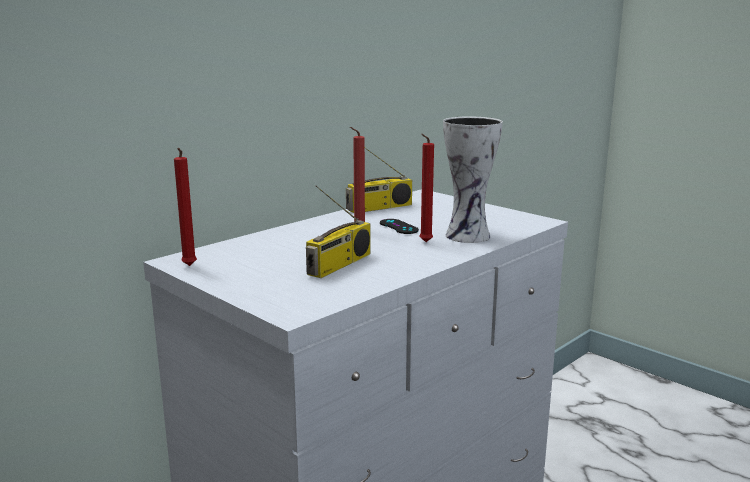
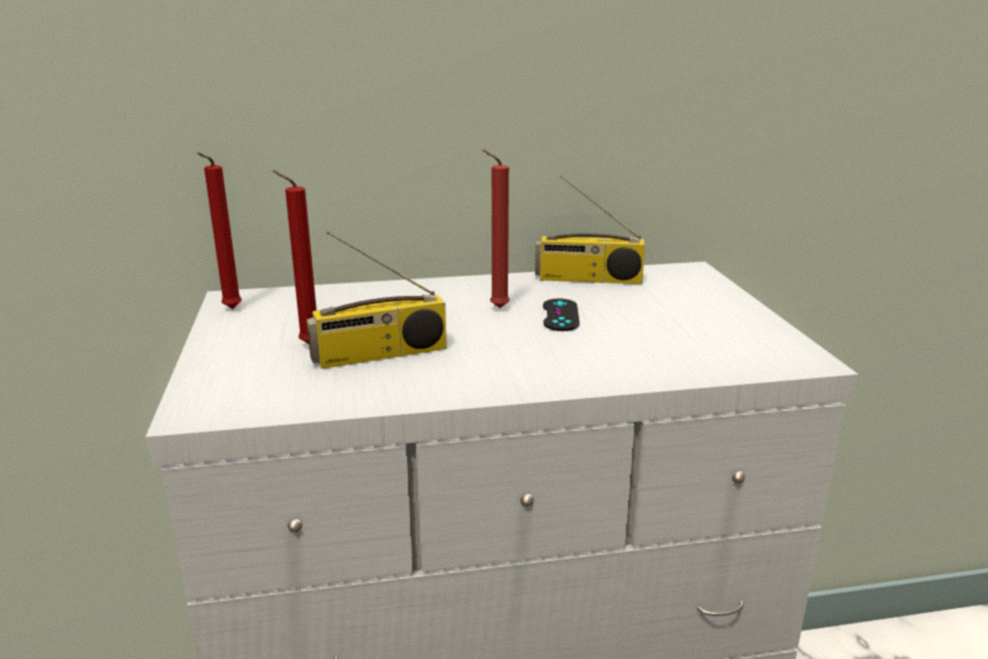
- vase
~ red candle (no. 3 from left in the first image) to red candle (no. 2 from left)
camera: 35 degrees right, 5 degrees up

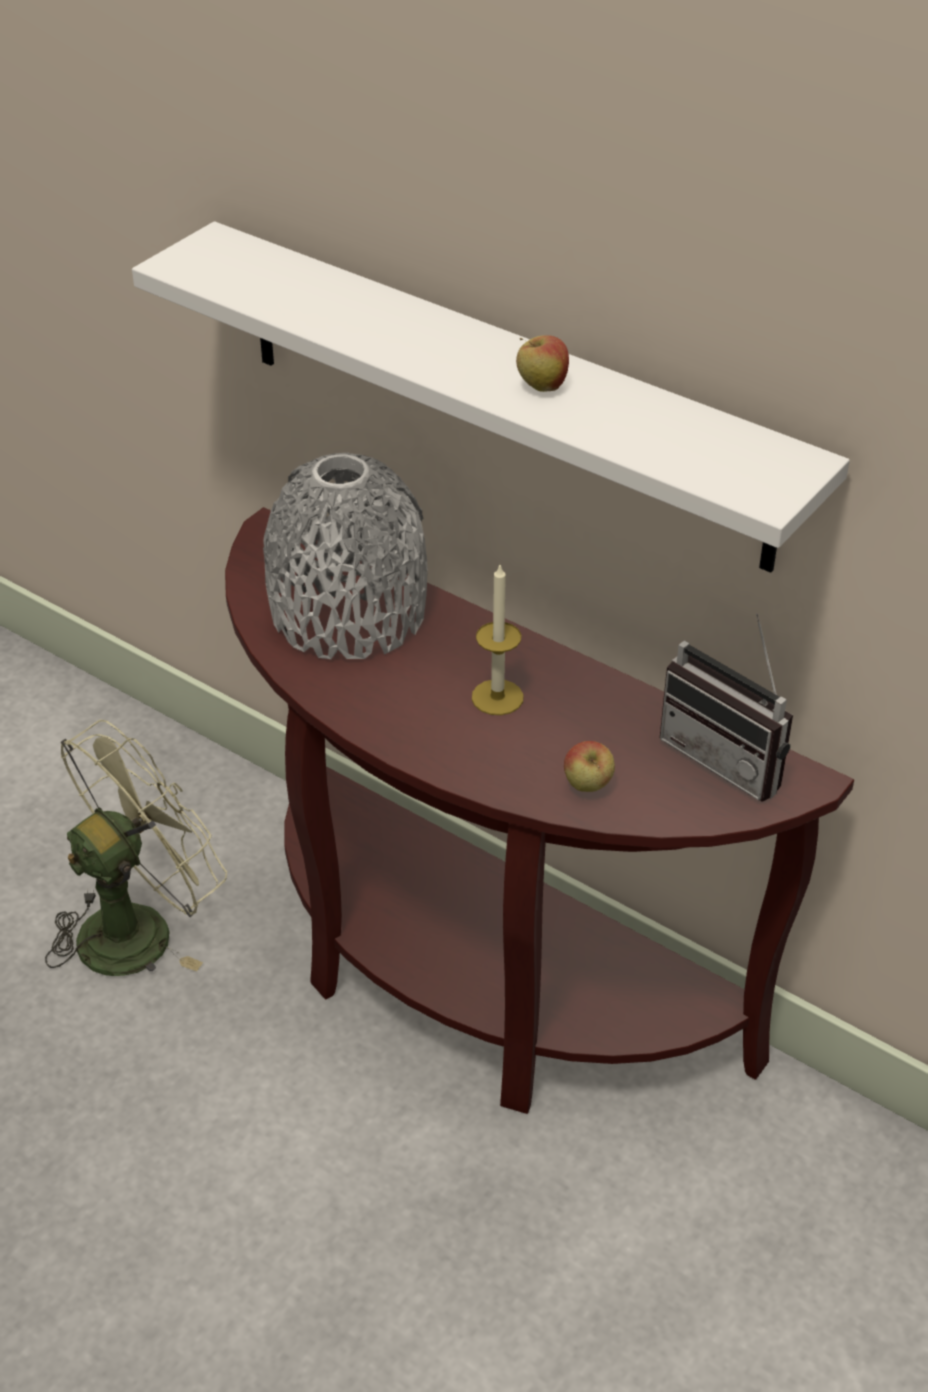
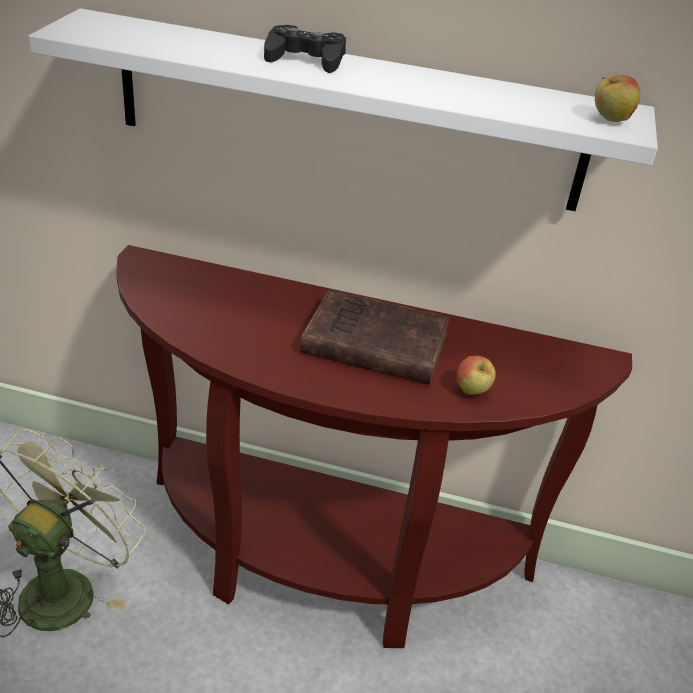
- gray vase
- radio set
+ black-coloured game controller
~ apple (no. 1 from left in the first image) to apple (no. 2 from left)
~ candle to brown-coloured book
camera: 25 degrees left, 5 degrees down

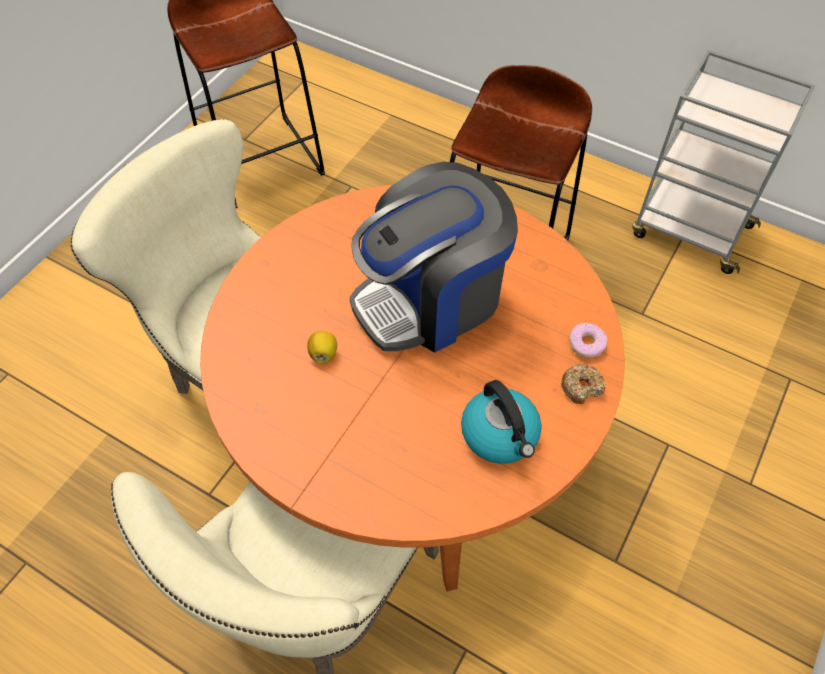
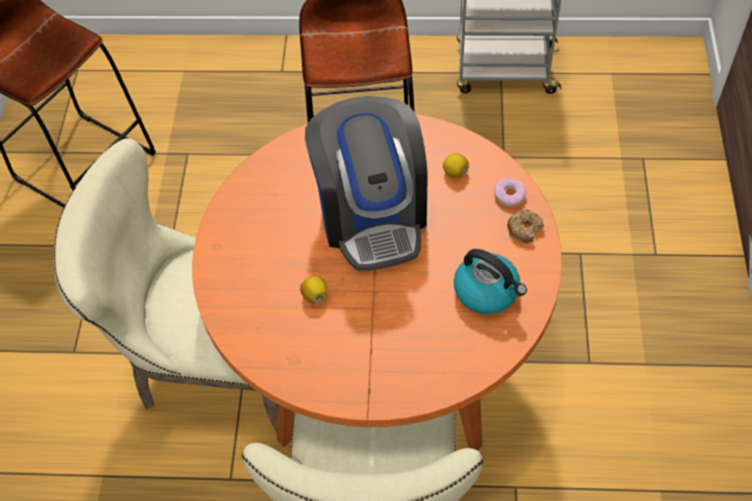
+ citrus fruit (no. 2 from left)
~ coffee brewer 45 degrees counterclockwise
camera: 25 degrees left, 0 degrees up

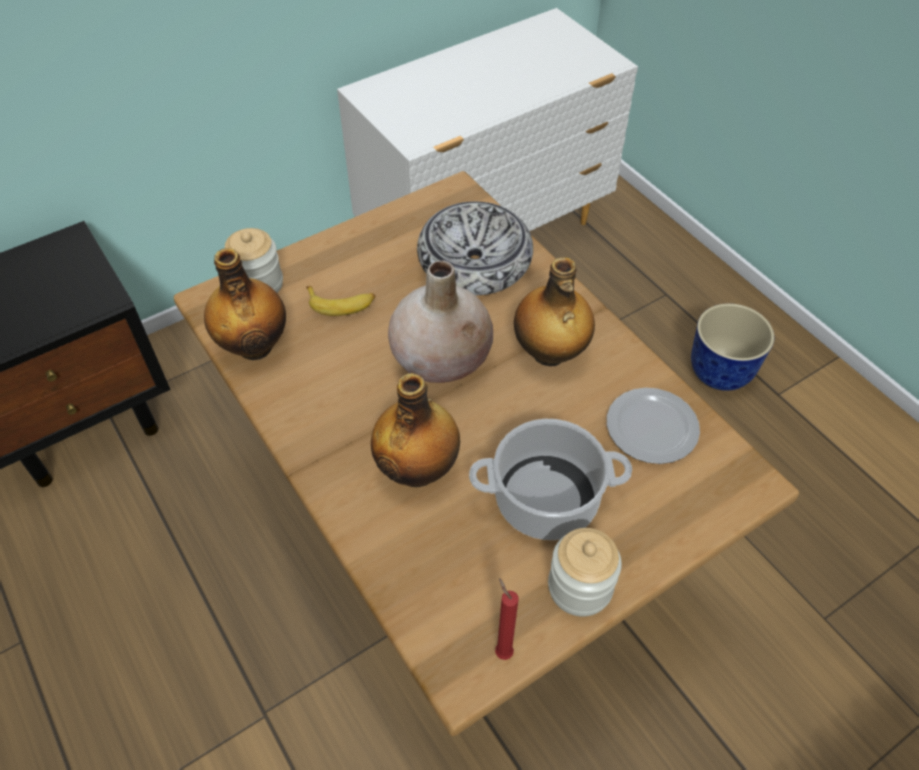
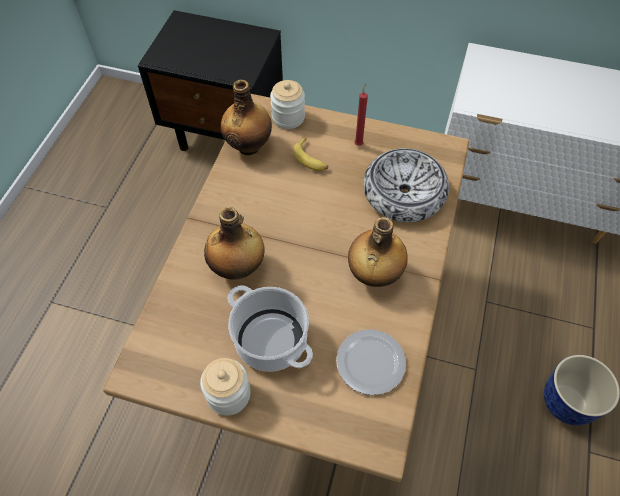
- beige-coloured vase
~ red candle
camera: 50 degrees right, 5 degrees up

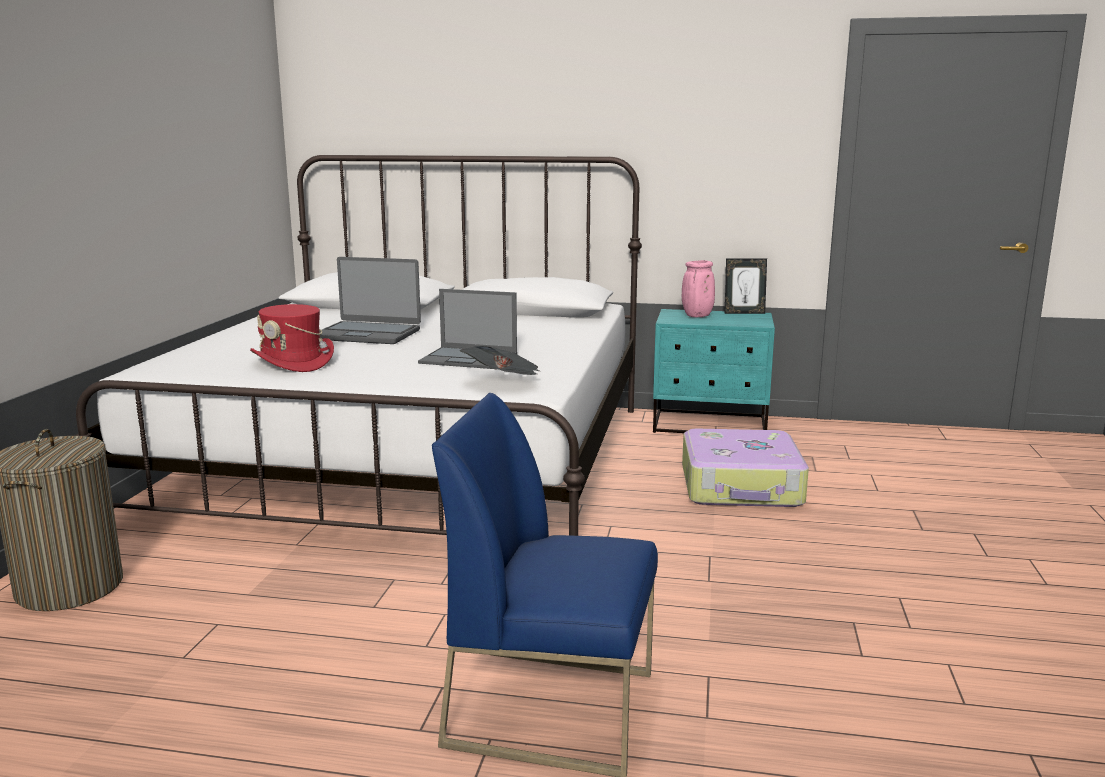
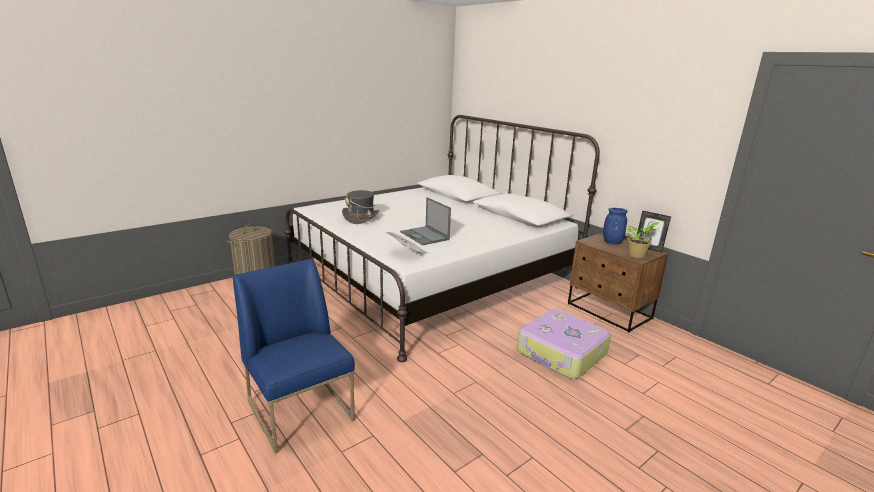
- portable computer (no. 1 from left)
+ houseplant
~ red hat to gray hat
~ turquoise nightstand to brown-coloured nightstand
~ pinkish vase to blue-coloured vase
camera: 40 degrees right, 5 degrees up

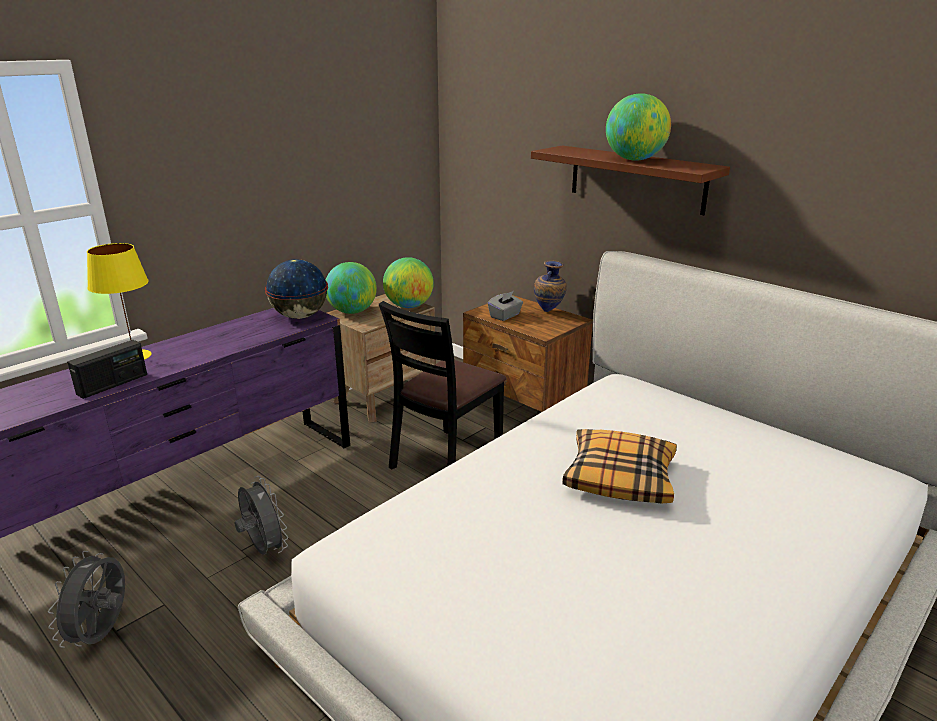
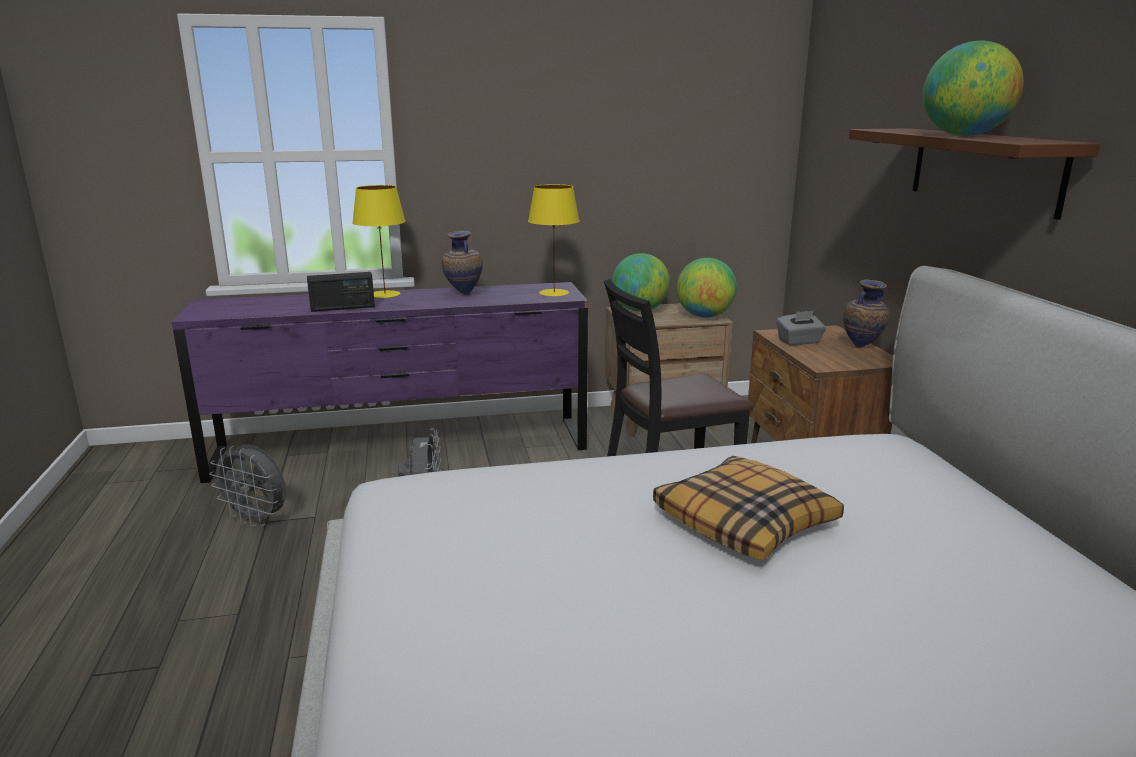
+ vase (no. 1 from left)
~ desk globe (no. 1 from left) to yellow lamp for a table (no. 2 from left)
~ gray cooling fan (no. 1 from left) 105 degrees counterclockwise
camera: 35 degrees right, 5 degrees down

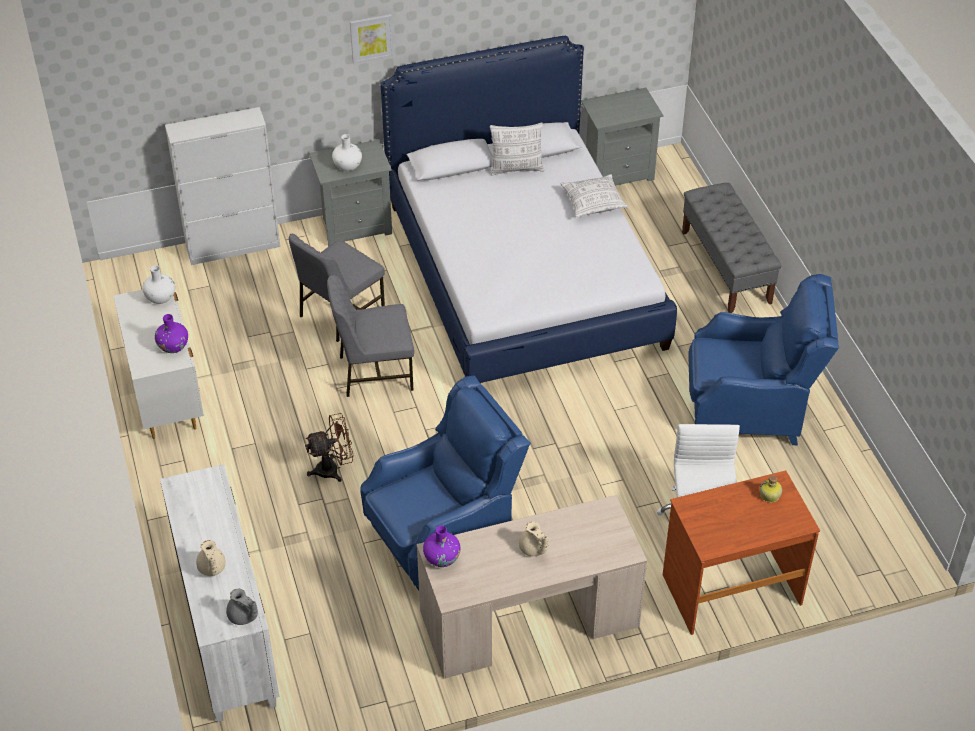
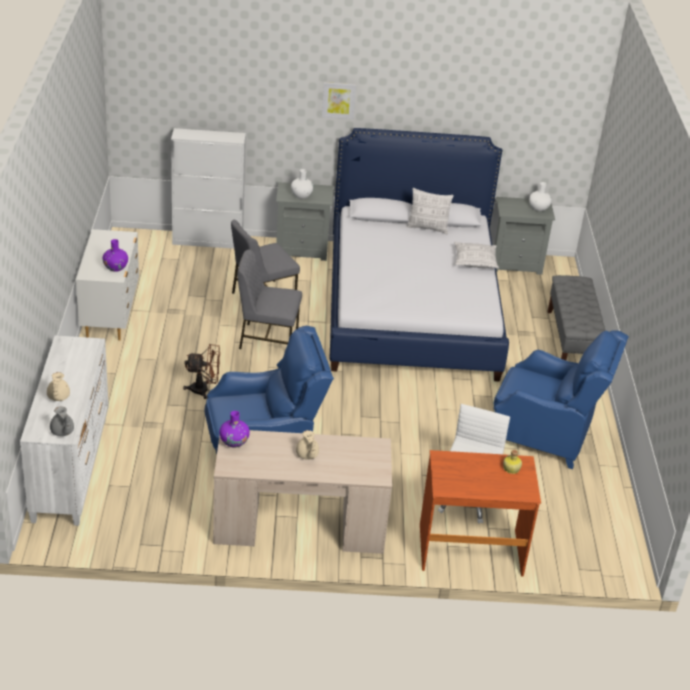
~ white vase (no. 1 from left in the first image) to white vase (no. 2 from left)
camera: 15 degrees right, 10 degrees down

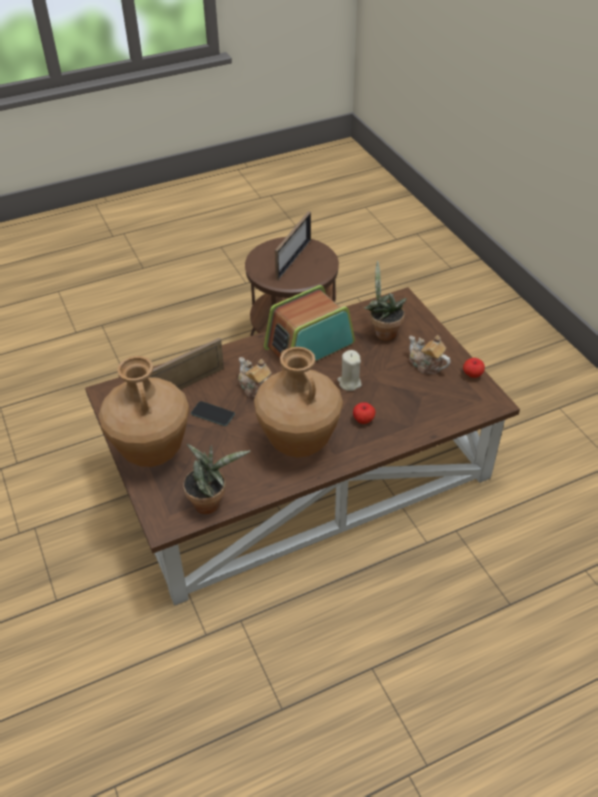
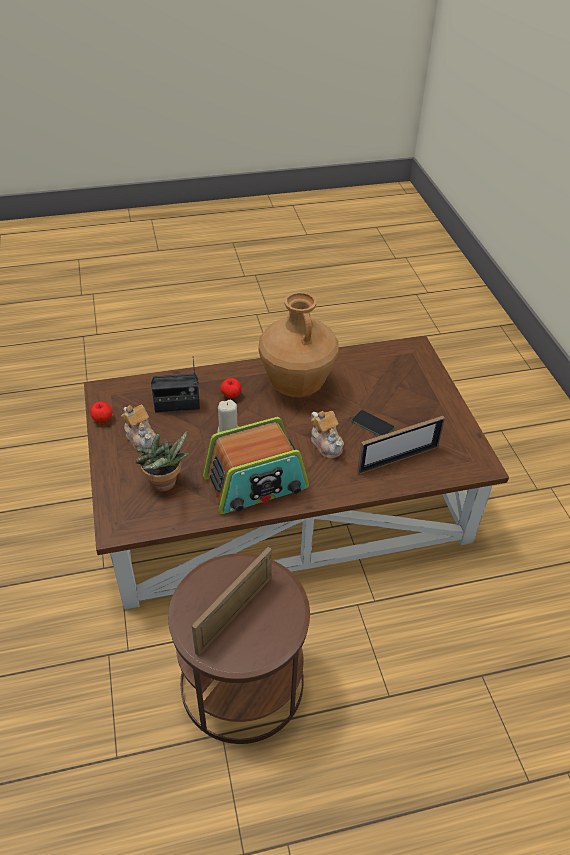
- brown-coloured vase (no. 1 from left)
- houseplant (no. 1 from left)
+ radio set (no. 1 from left)
camera: 170 degrees left, 0 degrees up

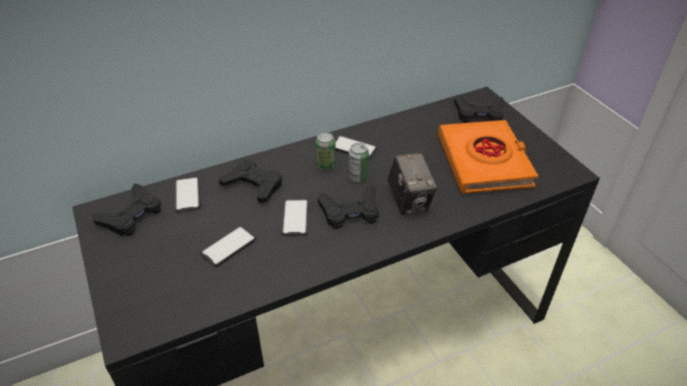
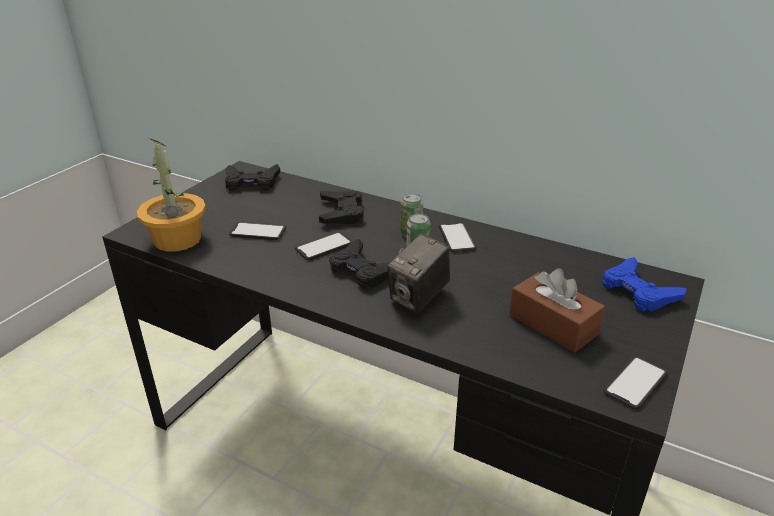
+ houseplant
~ handset (no. 1 from left in the first image) to handset (no. 4 from left)
~ orangey book to brown-coloured tissue holder
~ black-coloured game controller (no. 4 from left) to blue-coloured game controller
camera: 55 degrees right, 10 degrees down

